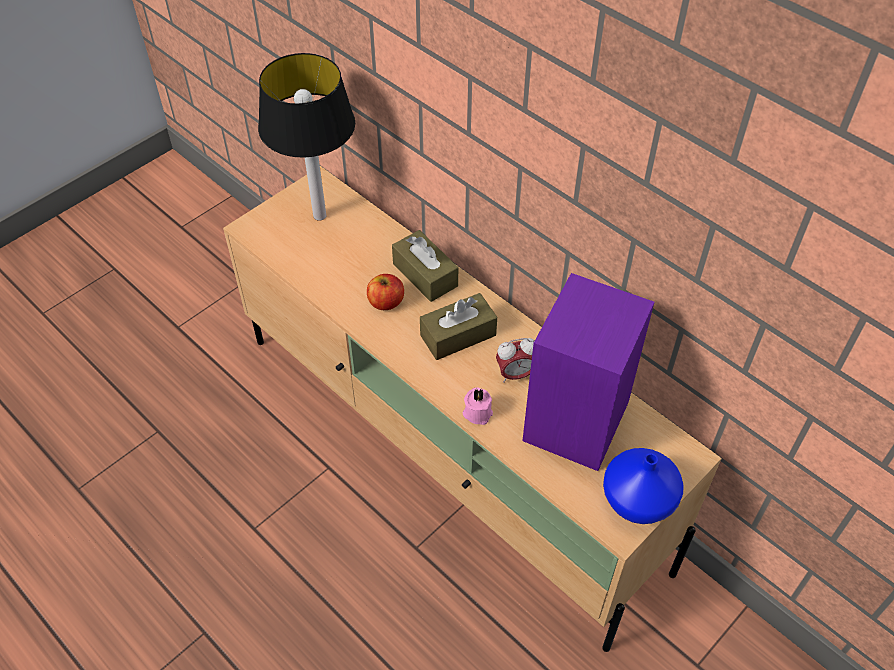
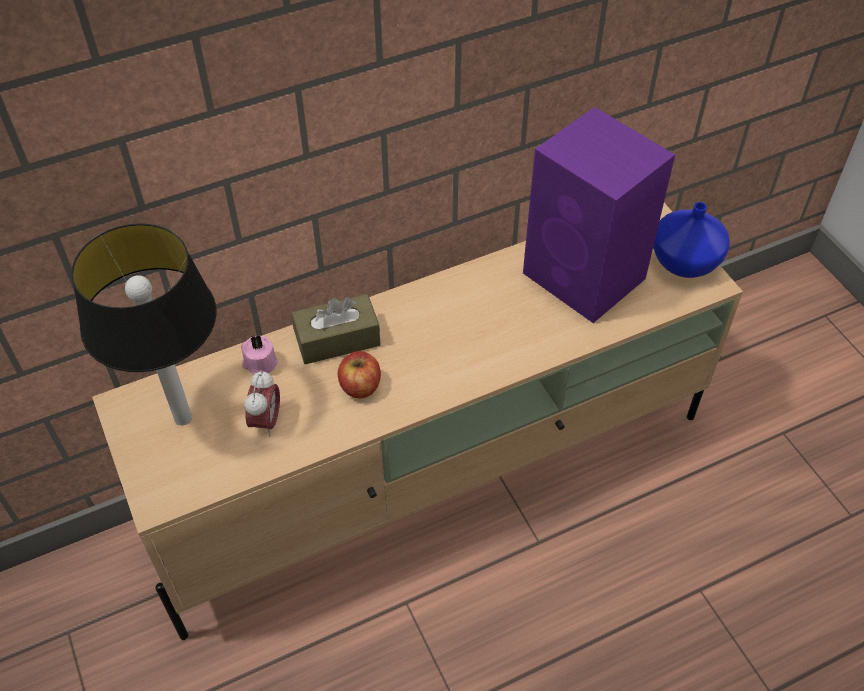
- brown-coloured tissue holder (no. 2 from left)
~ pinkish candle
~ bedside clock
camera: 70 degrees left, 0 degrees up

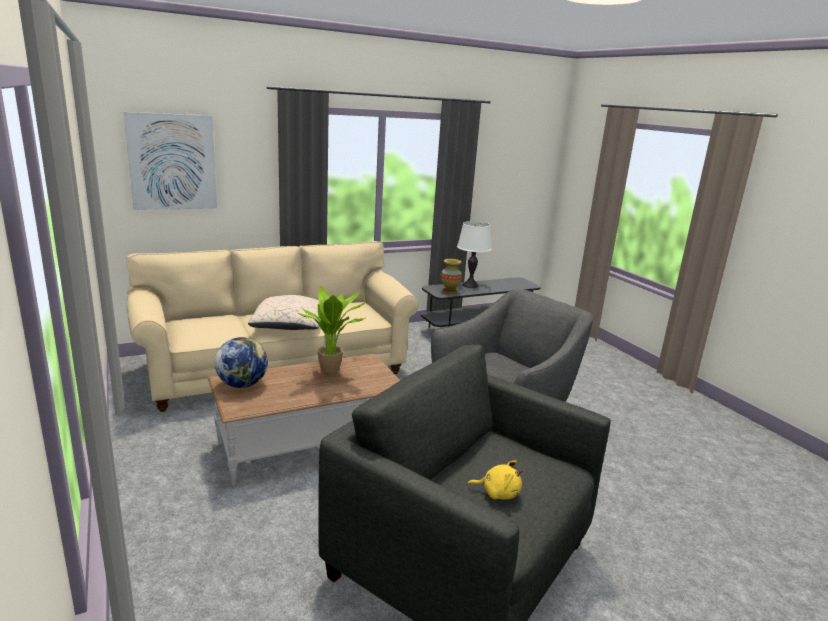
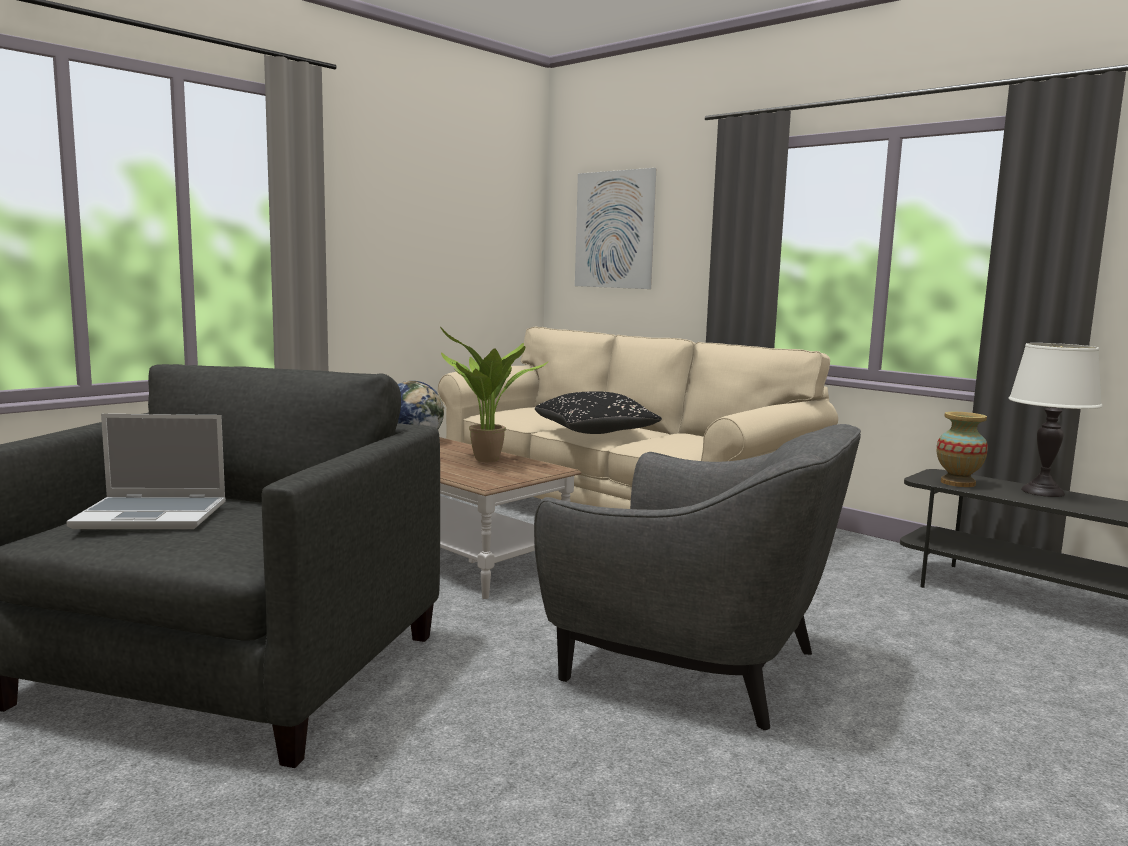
~ yellow soft toy to portable computer
~ beige-coloured cushion to black-coloured cushion
camera: 70 degrees right, 10 degrees down

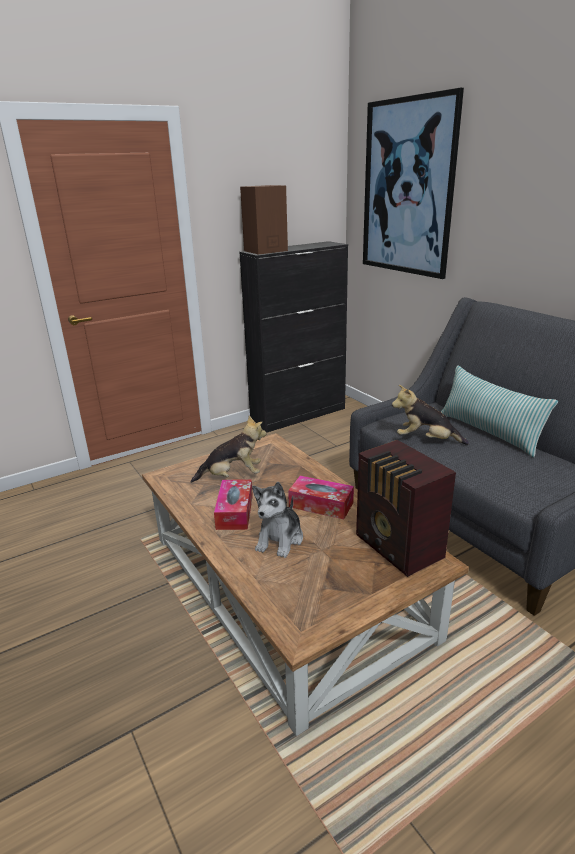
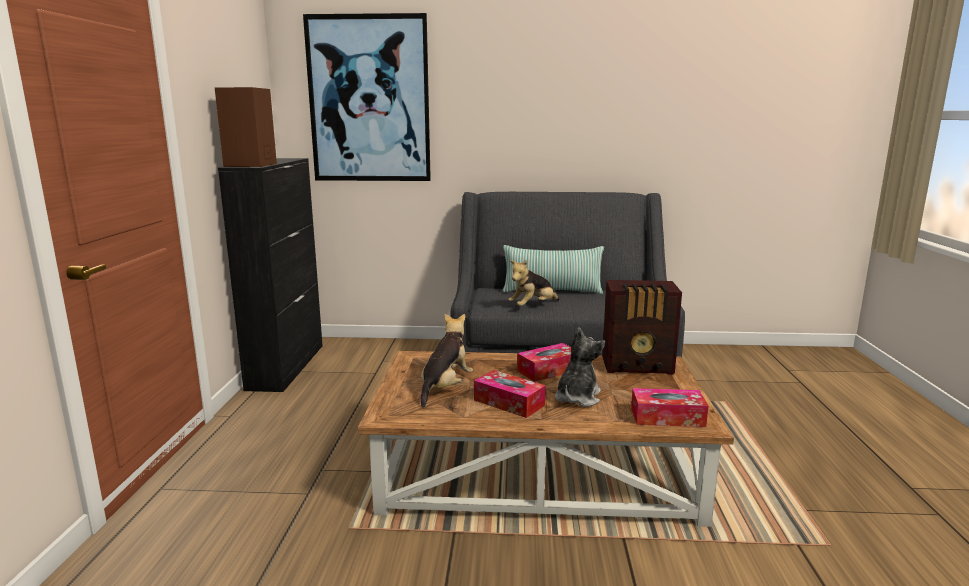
+ tissue holder (no. 3 from left)
~ soft toy (no. 2 from left in the first image) 120 degrees counterclockwise
camera: 55 degrees left, 10 degrees down

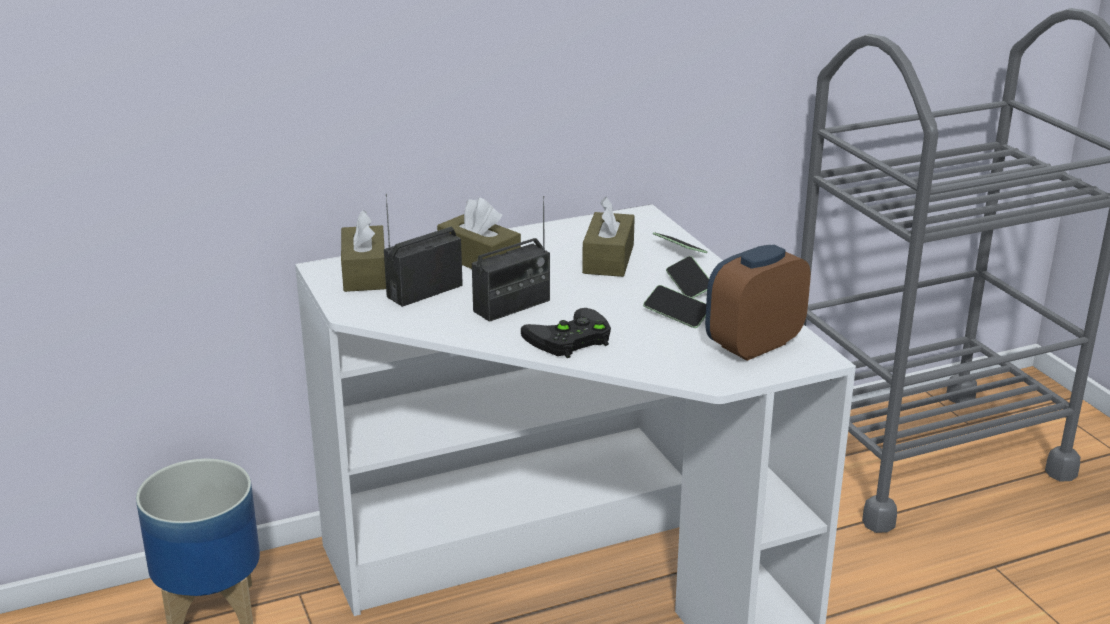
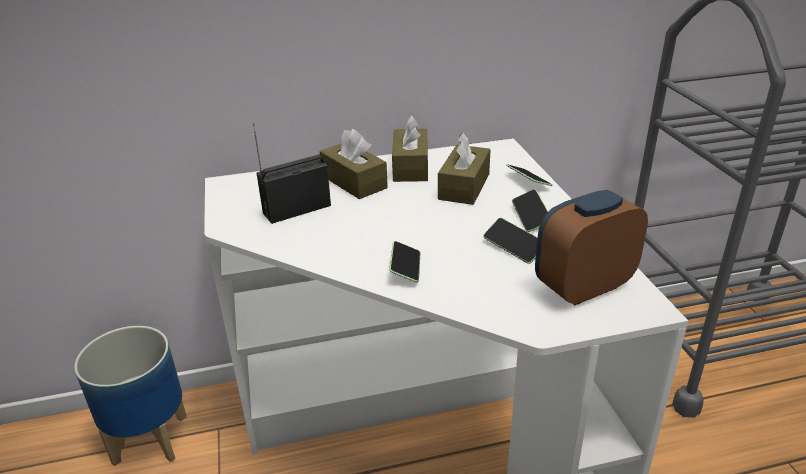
- radio set (no. 2 from left)
~ brown-coloured tissue holder (no. 1 from left in the first image) to brown-coloured tissue holder (no. 2 from left)
~ black-coloured game controller to handset (no. 1 from left)
camera: 10 degrees right, 5 degrees up

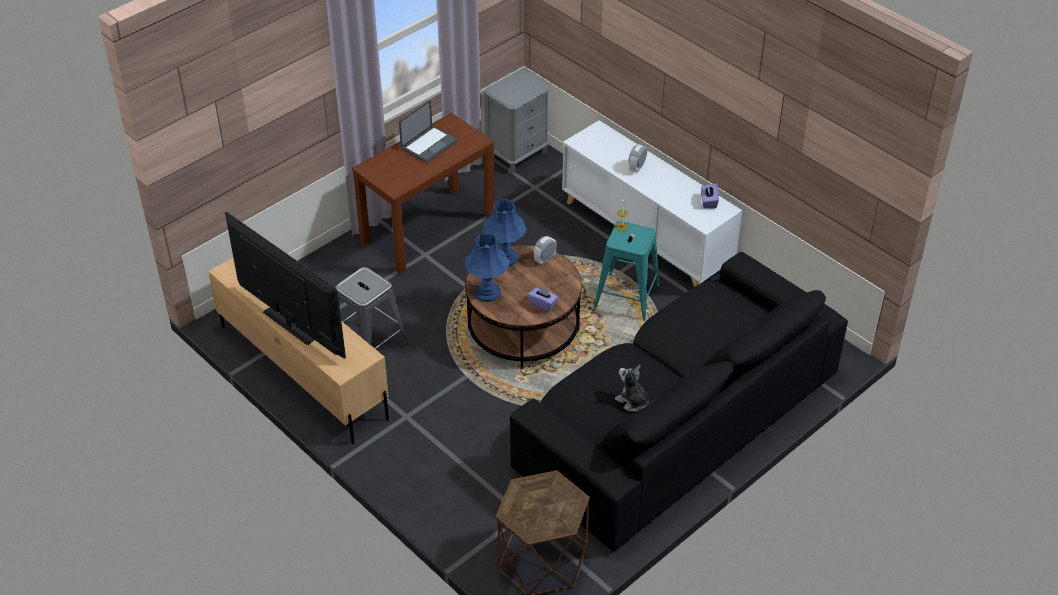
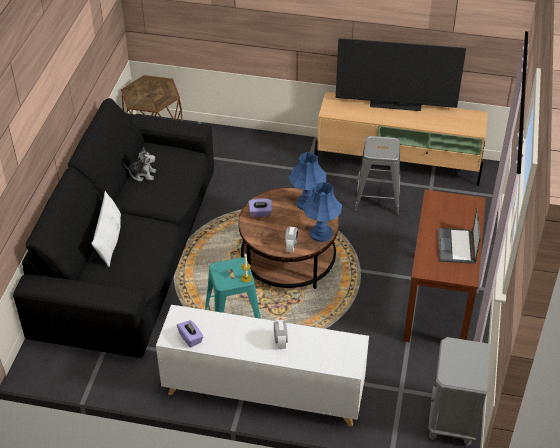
+ white cushion
camera: 145 degrees right, 0 degrees up

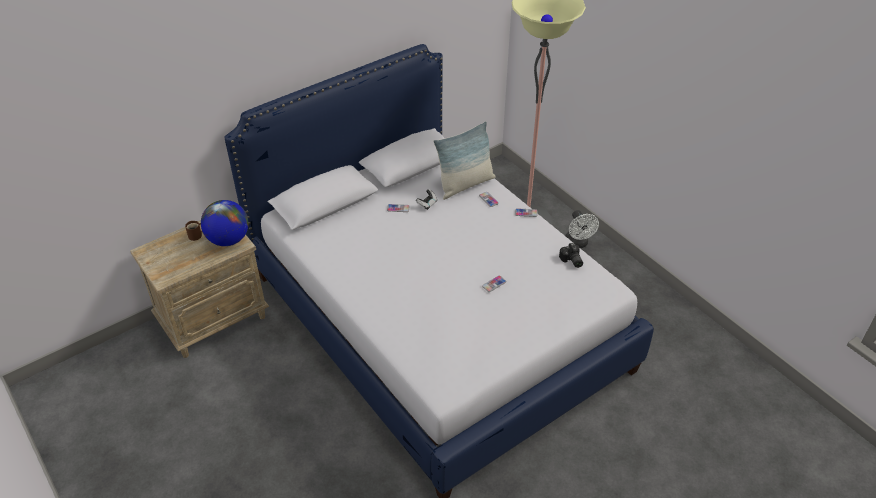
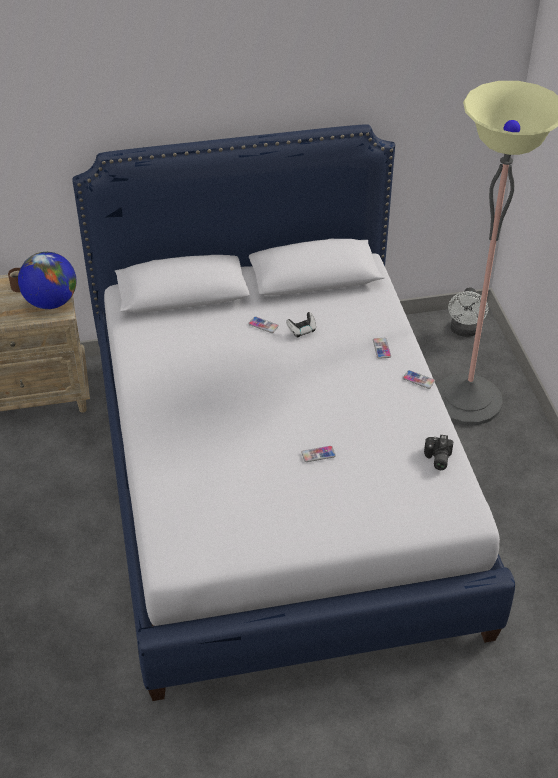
- cushion
~ white cooling fan
camera: 25 degrees right, 0 degrees up

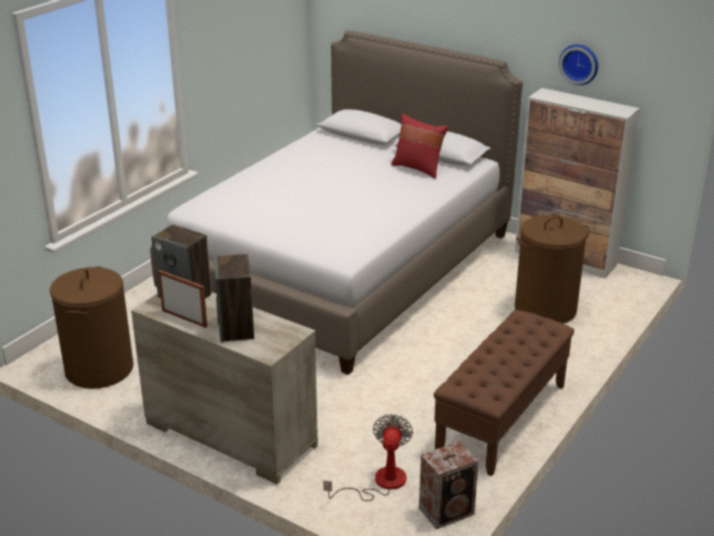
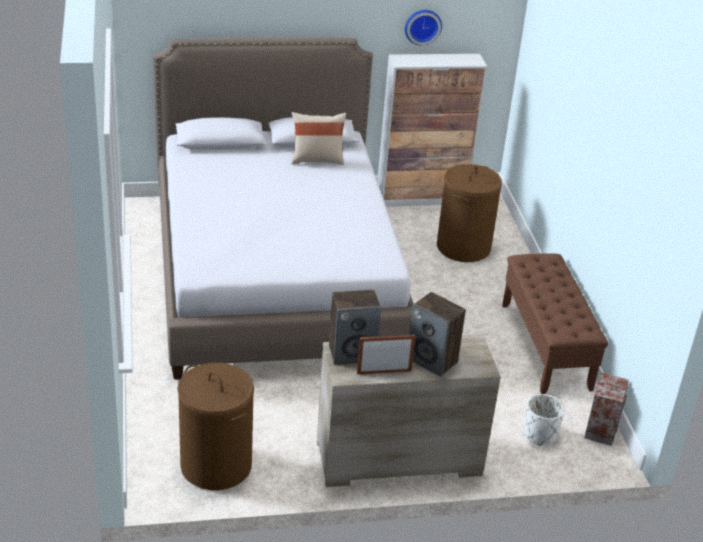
~ cooling fan to white plant pot
~ red cushion to beige-coloured cushion
camera: 45 degrees left, 5 degrees up

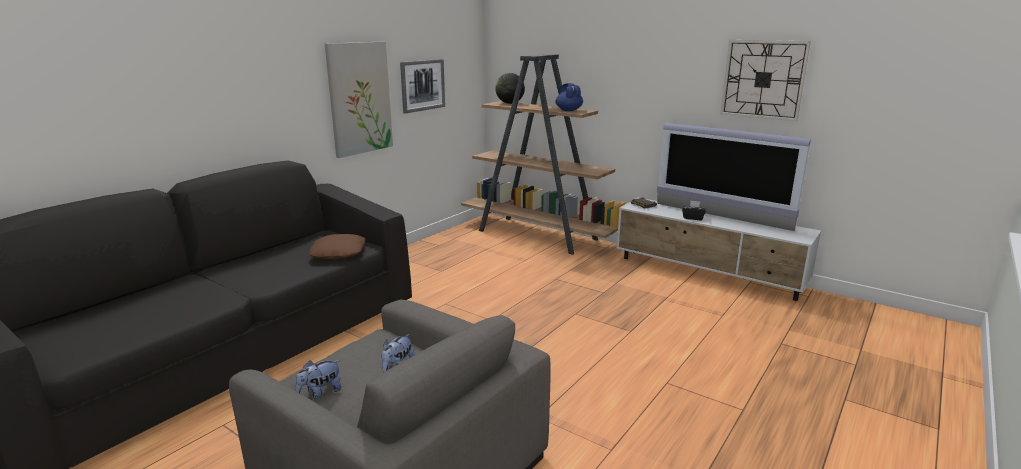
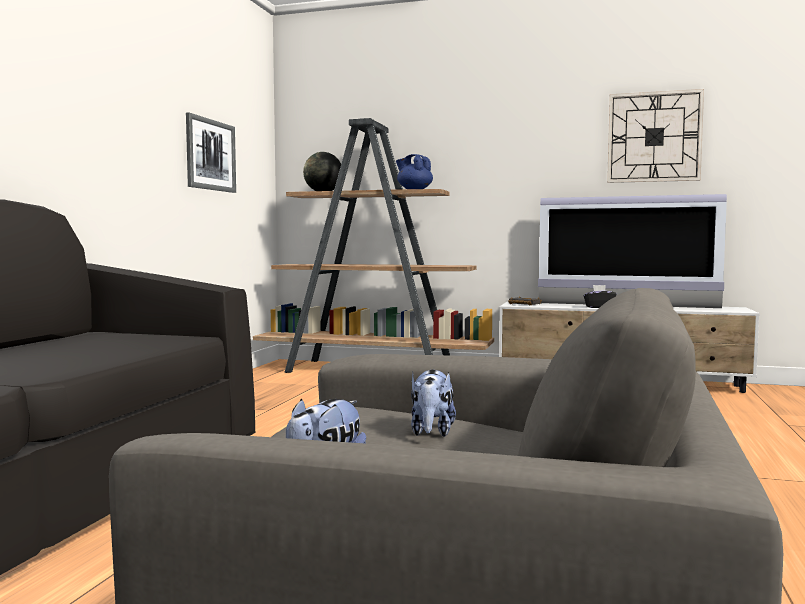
- brown-coloured cushion
- wall art (no. 1 from left)
camera: 20 degrees left, 15 degrees down

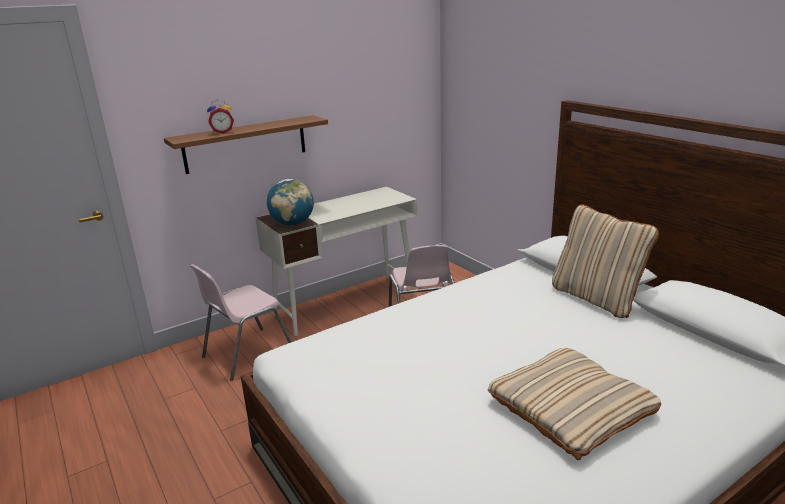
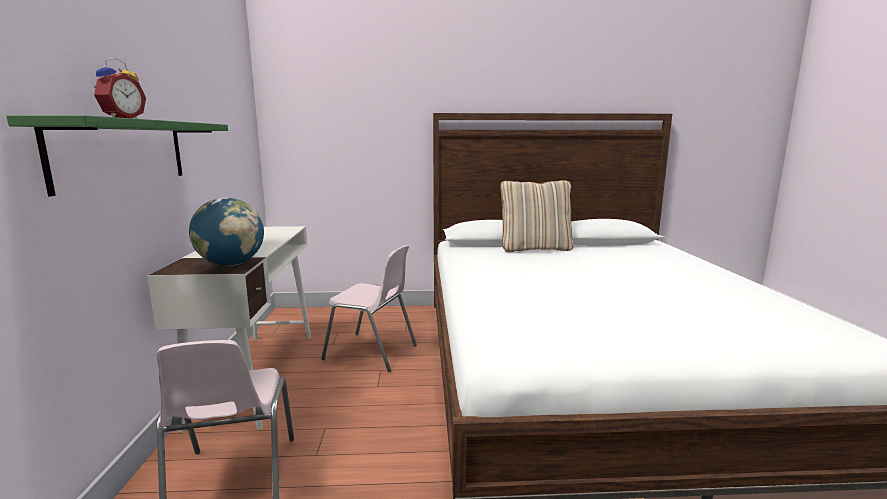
- beige-coloured cushion (no. 1 from left)
~ brown-coloured wall shelf to greenish wall shelf
camera: 60 degrees left, 10 degrees down

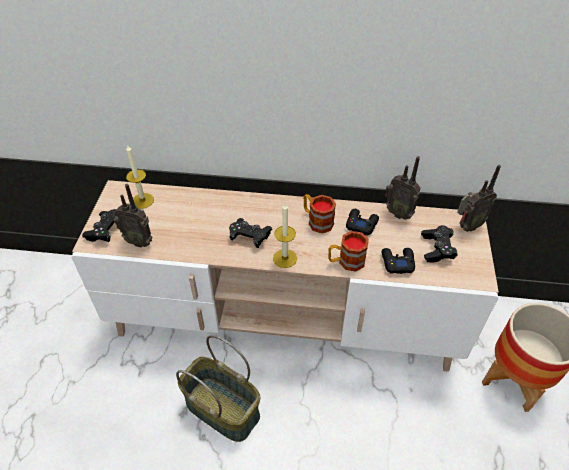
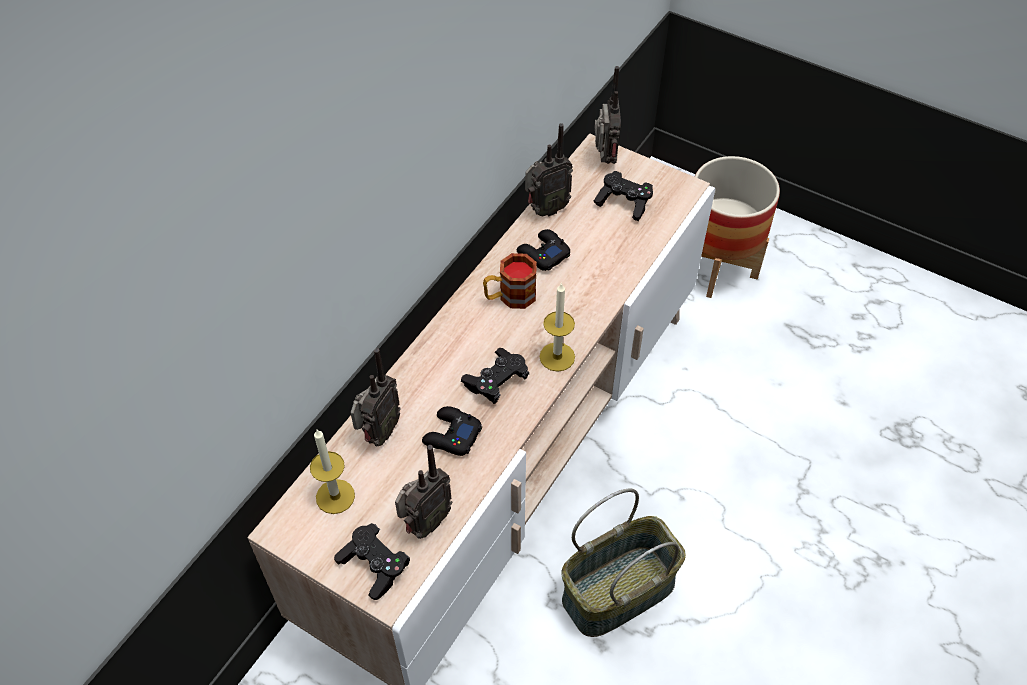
- coffee mug (no. 2 from left)
+ radio set (no. 1 from left)
~ black-coloured game controller (no. 4 from left in the first image) to black-coloured game controller (no. 2 from left)
camera: 65 degrees left, 5 degrees up

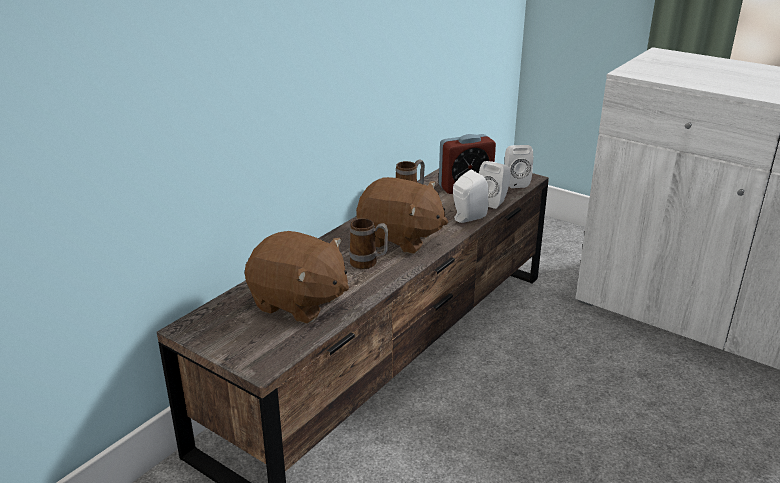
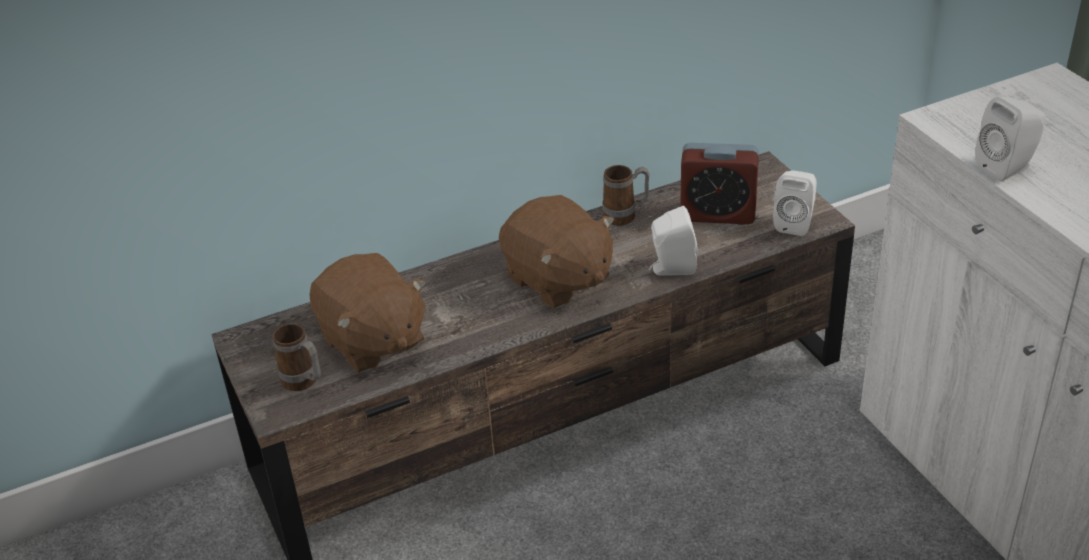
~ coffee mug (no. 1 from left)
~ white loudspeaker (no. 2 from left in the first image) to white loudspeaker (no. 3 from left)
camera: 30 degrees right, 10 degrees up

